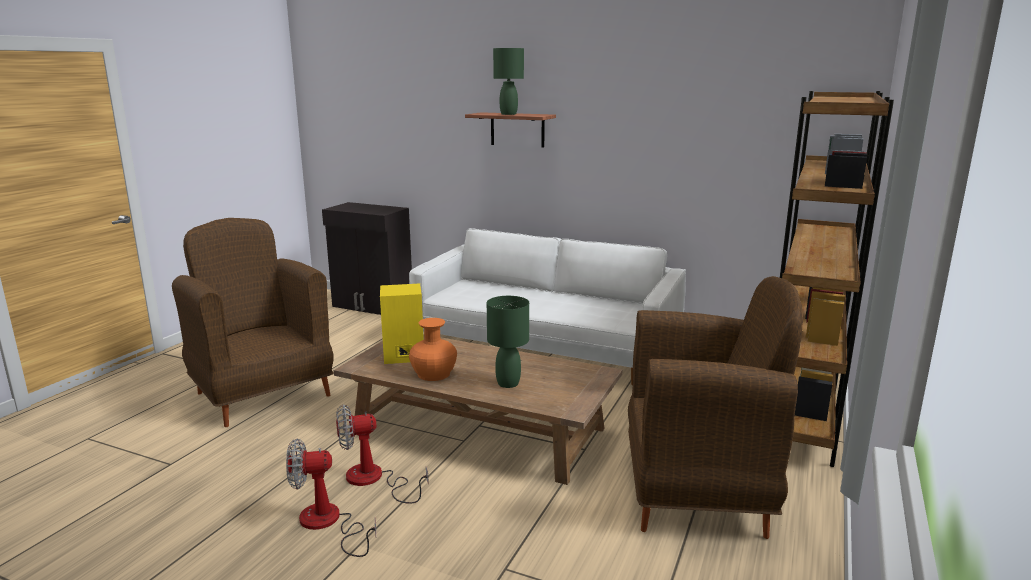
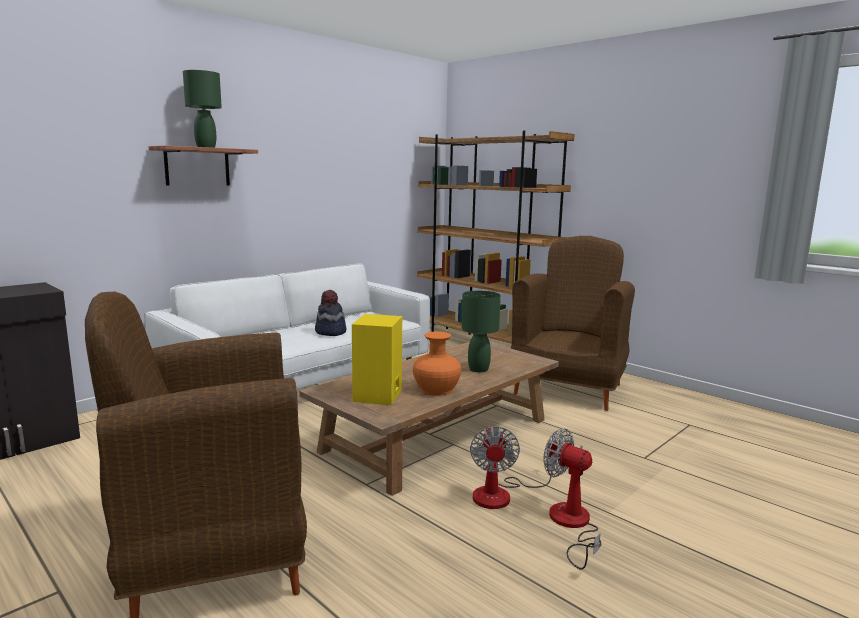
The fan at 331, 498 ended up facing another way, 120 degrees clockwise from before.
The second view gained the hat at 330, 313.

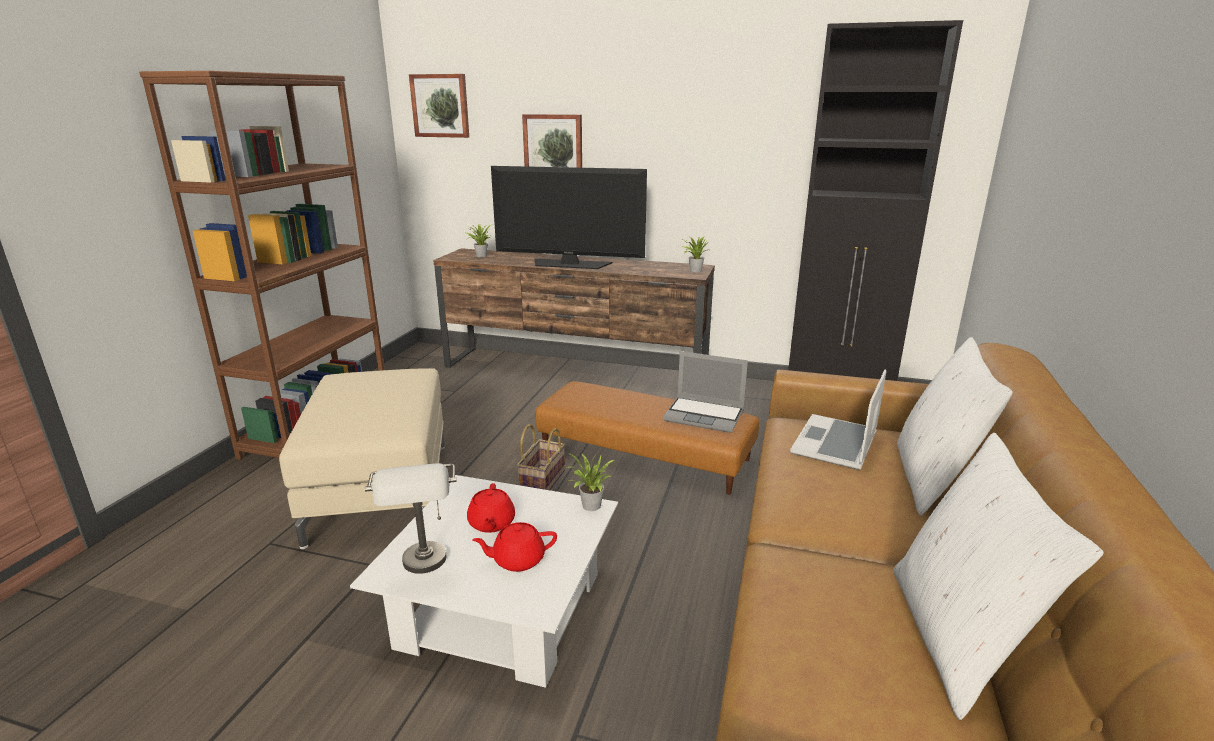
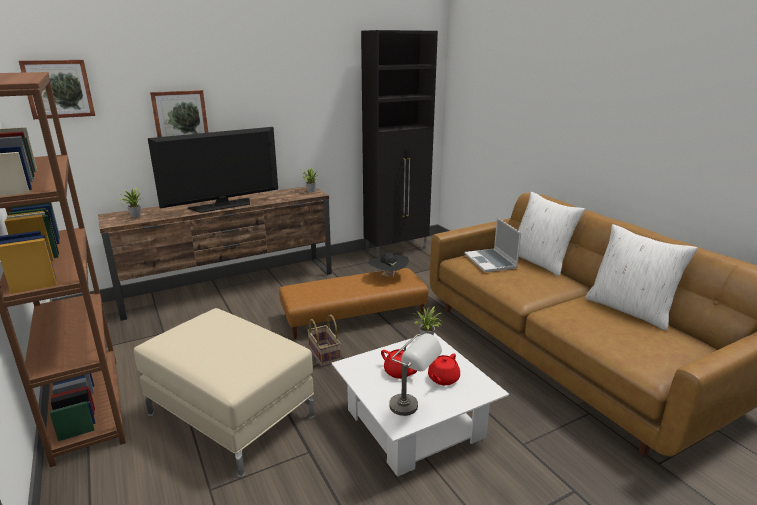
Where the laptop stood at 705, 392, the black hat came to stand at 388, 265.

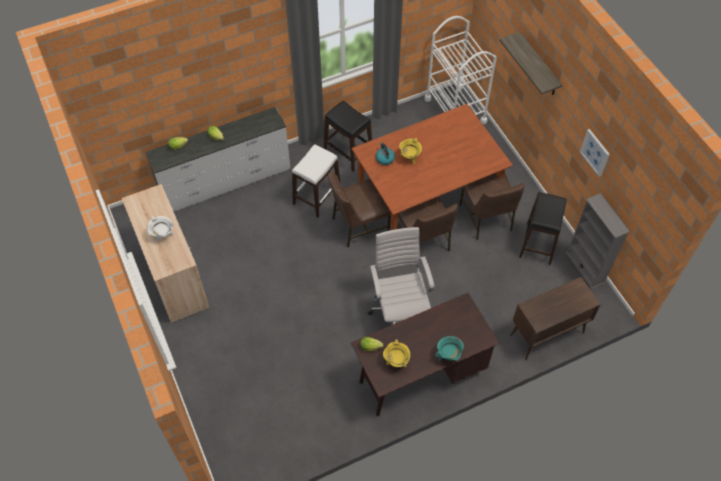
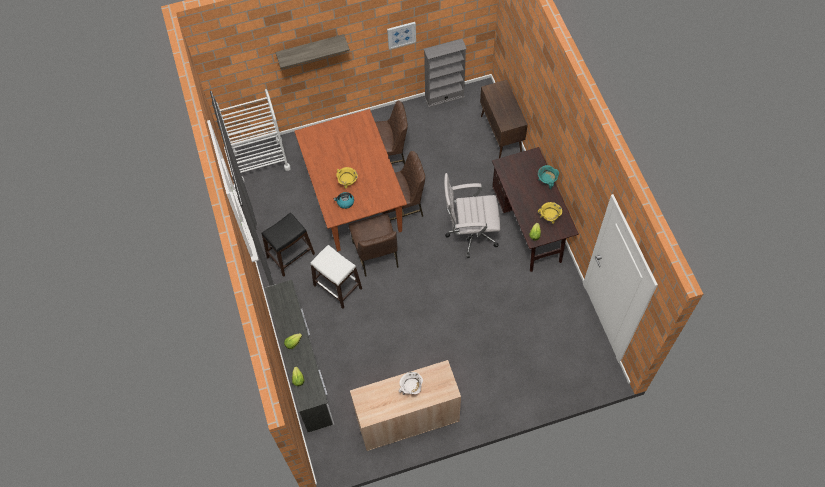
The second view lost the black stool at 543, 228.

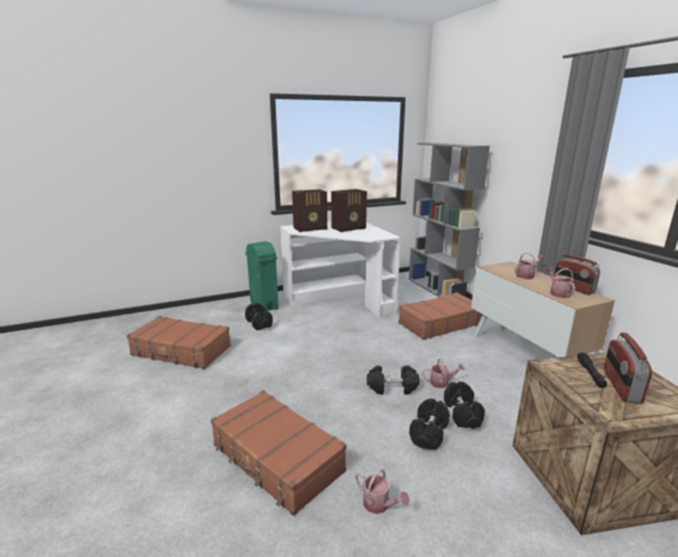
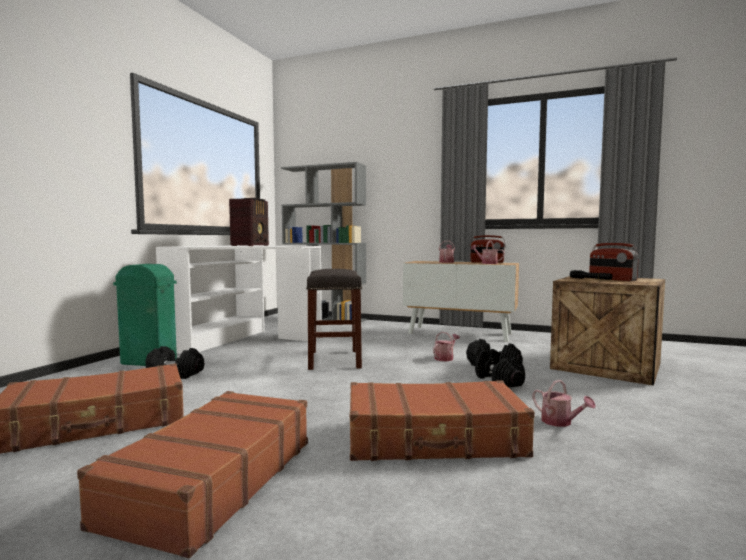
The second view lost the radio at 309, 210.
The watering can at 382, 491 ended up facing another way, 60 degrees clockwise from before.
The second view lost the black dumbbell at 393, 380.
The brown suitcase ended up elsewhere, having gone from 440, 316 to 192, 474.
The second view gained the grey stool at 334, 319.

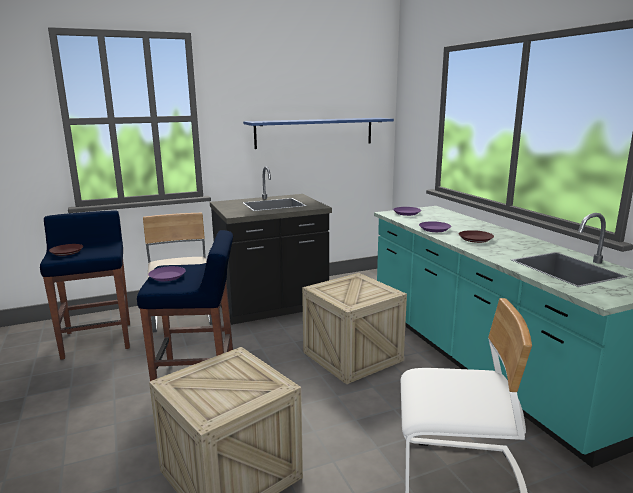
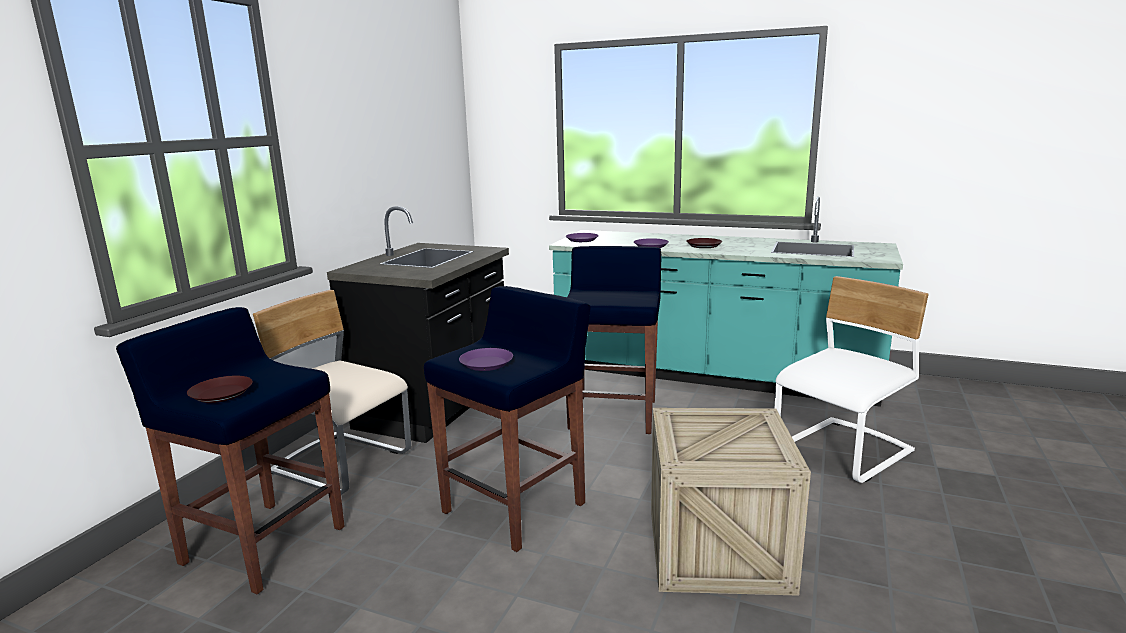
The second view lost the blue shelf at 318, 133.
Where the crate stood at 354, 328, the blue stool came to stand at 613, 340.

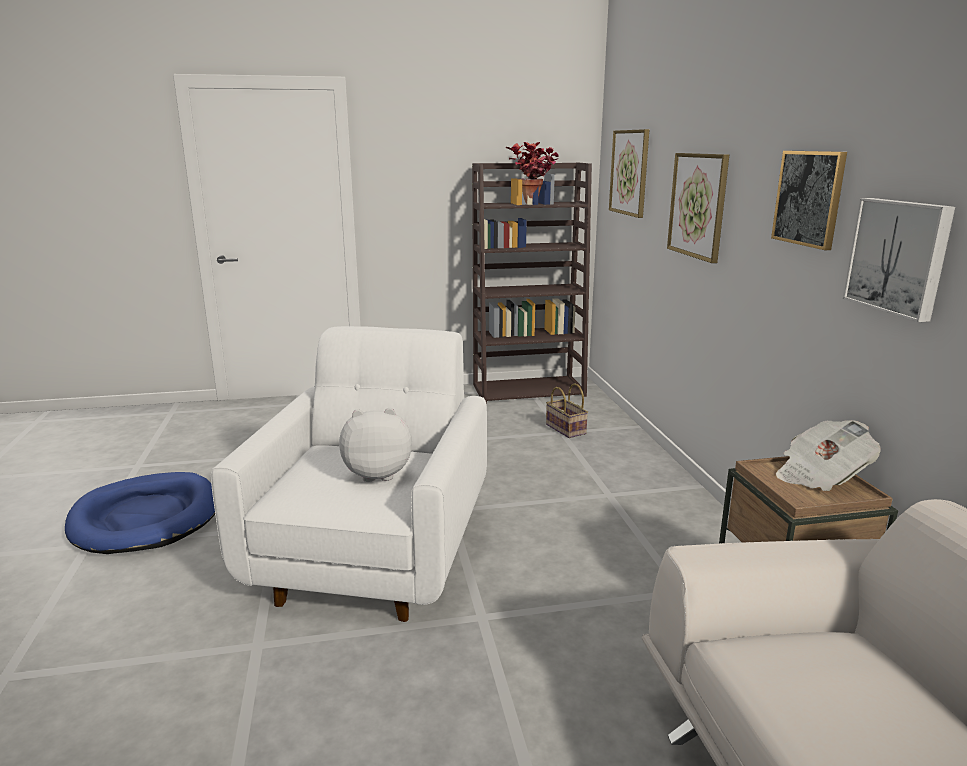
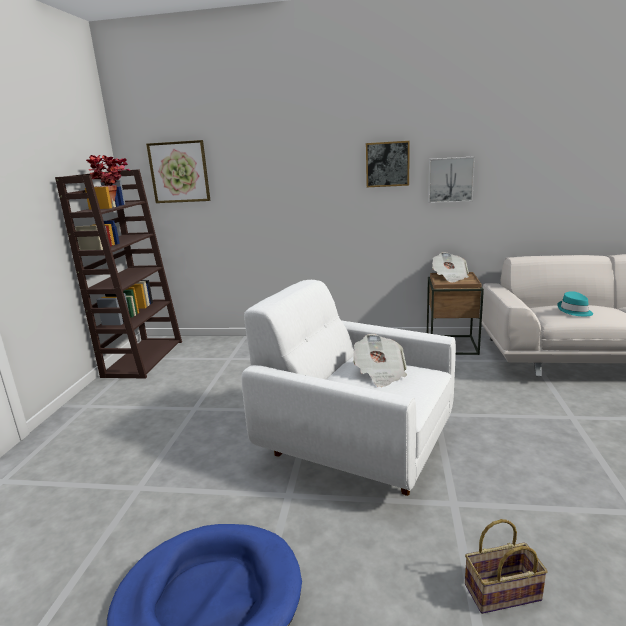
Where the plush toy stood at 375, 445, the newspaper came to stand at 380, 360.
The basket ended up elsewhere, having gone from 567, 410 to 506, 566.
The second view lost the picture at 698, 208.
The second view gained the turquoise hat at 575, 303.

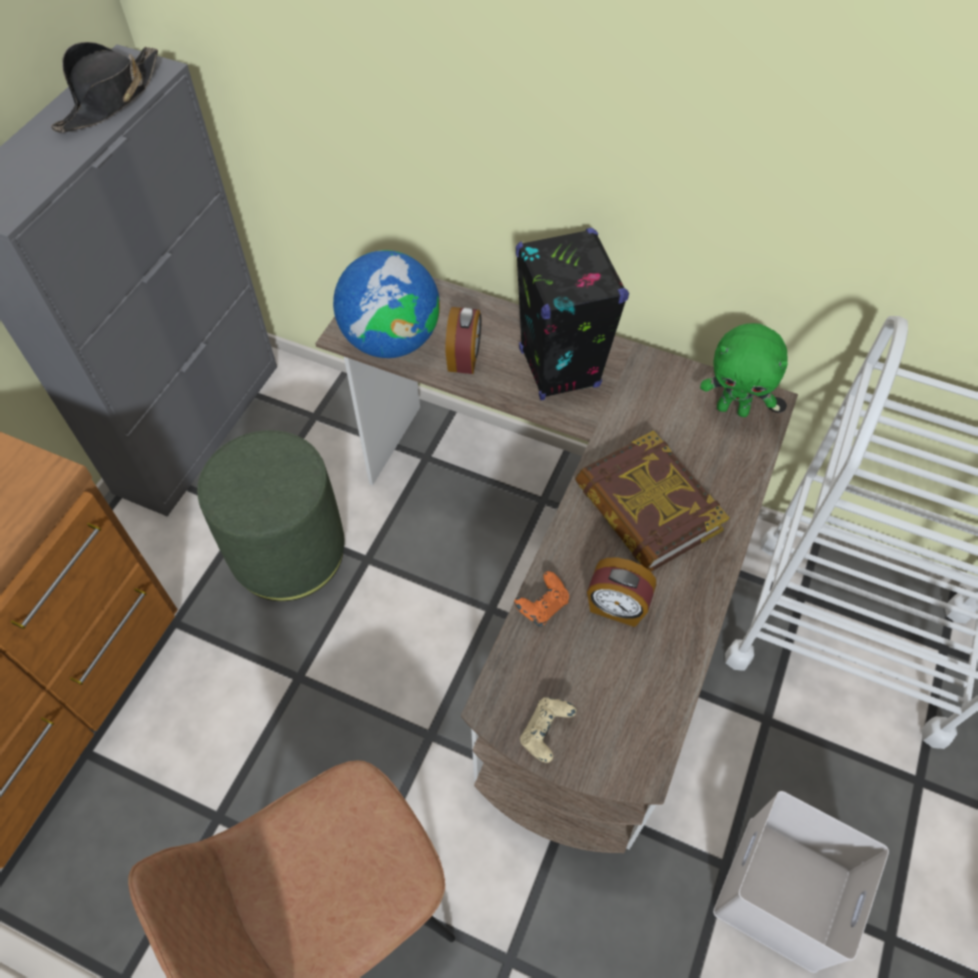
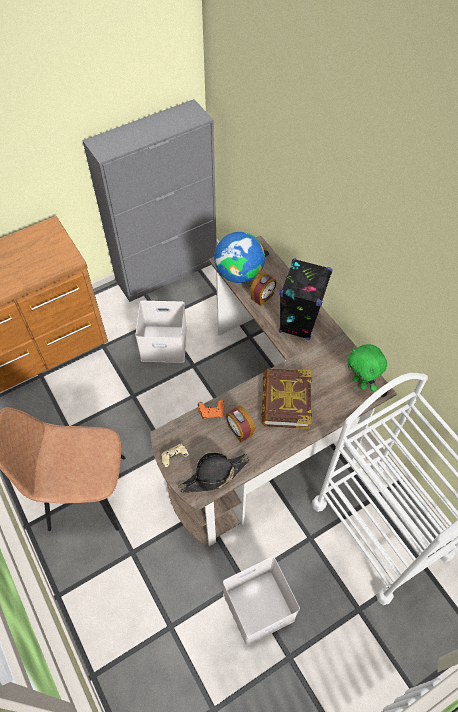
The black hat ended up elsewhere, having gone from 104, 87 to 214, 472.
Where the green ottoman stood at 270, 515, the white storage box came to stand at 161, 332.

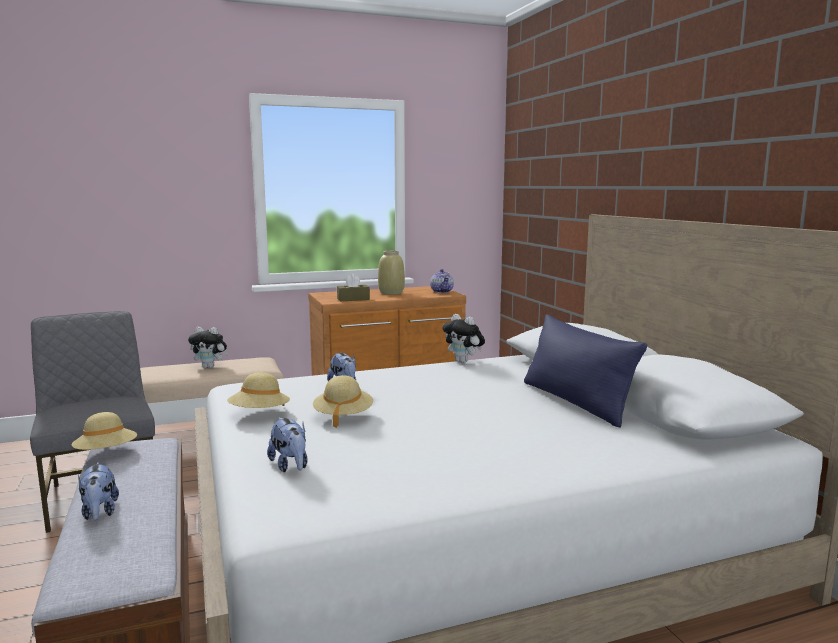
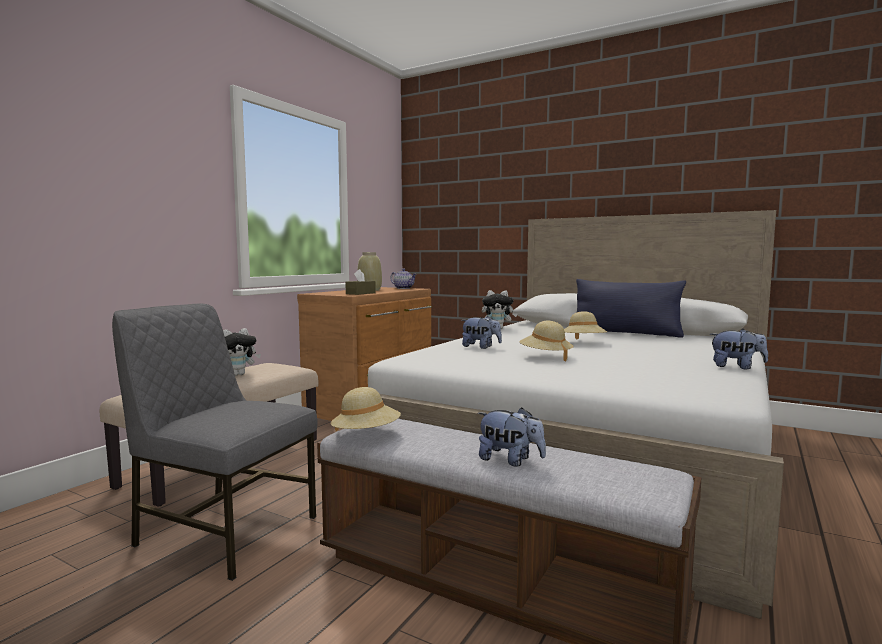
The beige hat ended up elsewhere, having gone from 258, 390 to 585, 325.
The plush toy ended up elsewhere, having gone from 287, 444 to 739, 349.

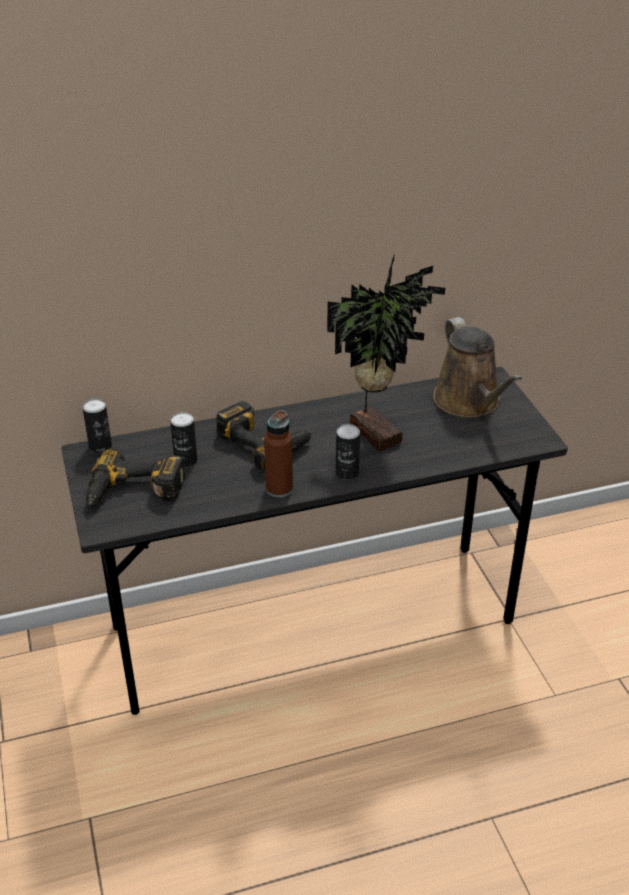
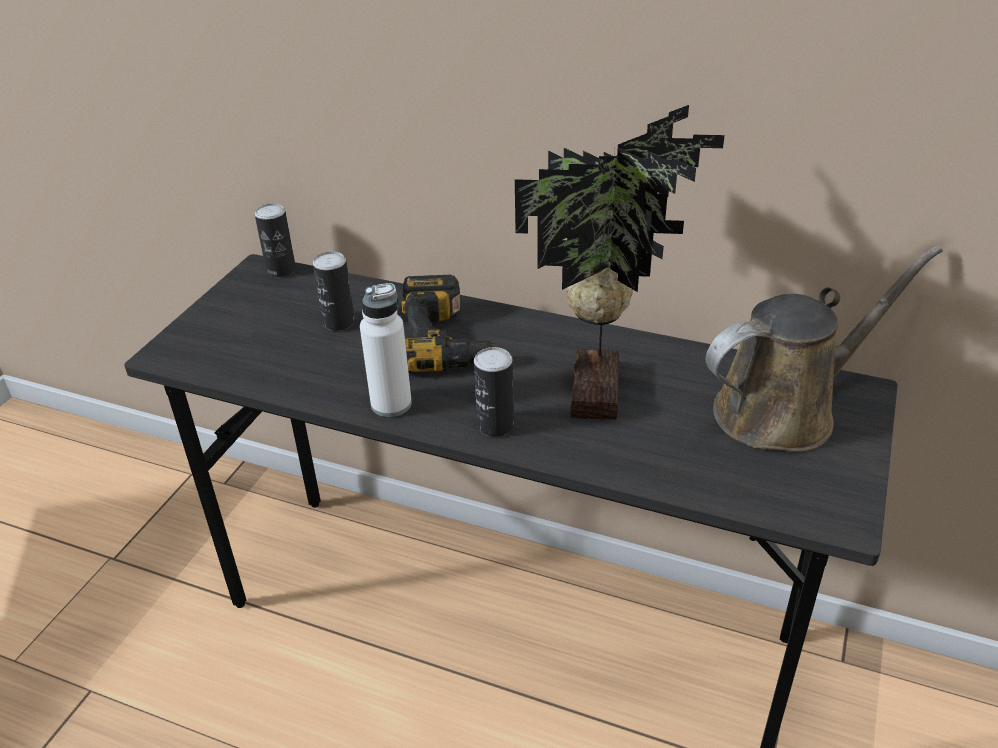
The second view lost the power drill at 135, 477.
What was the brown bottle at 278, 454 turned into the white bottle at 386, 350.
The brown watering can at 477, 367 ended up facing another way, 135 degrees counterclockwise from before.

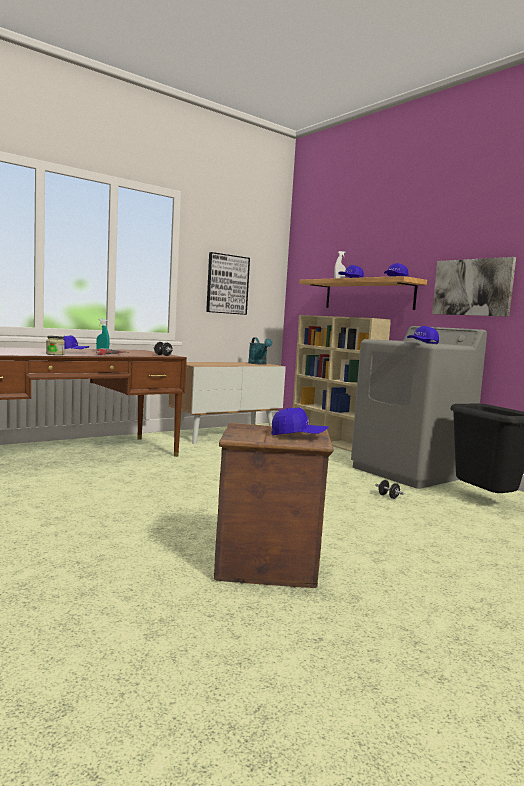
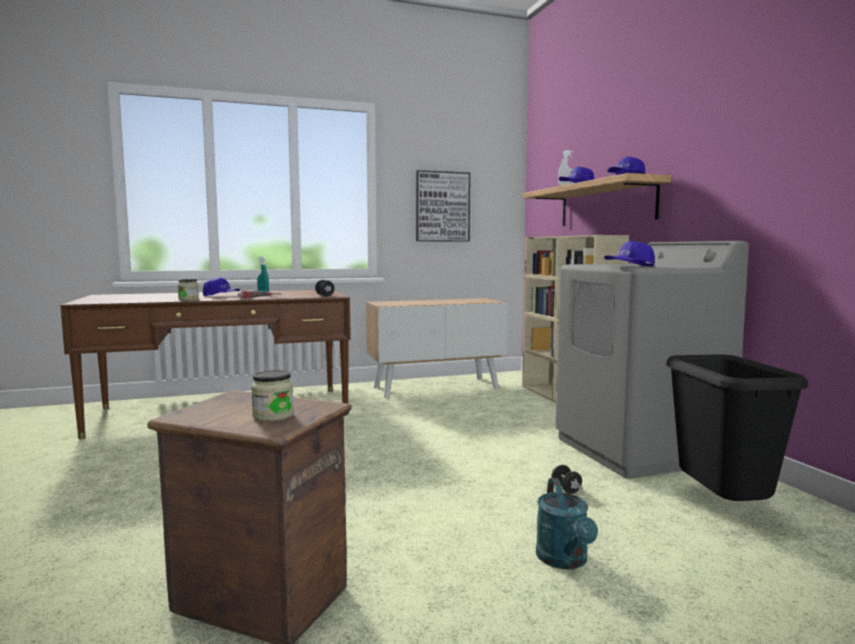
The turquoise watering can ended up elsewhere, having gone from 260, 351 to 567, 524.
Where the blue cap stood at 300, 421, the jar came to stand at 272, 395.
The second view lost the picture at 474, 287.

